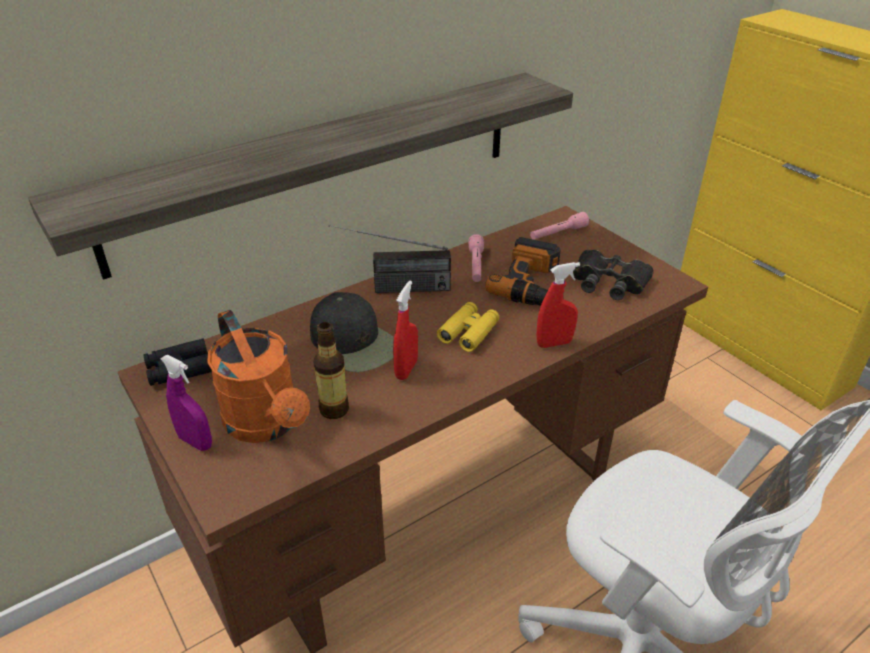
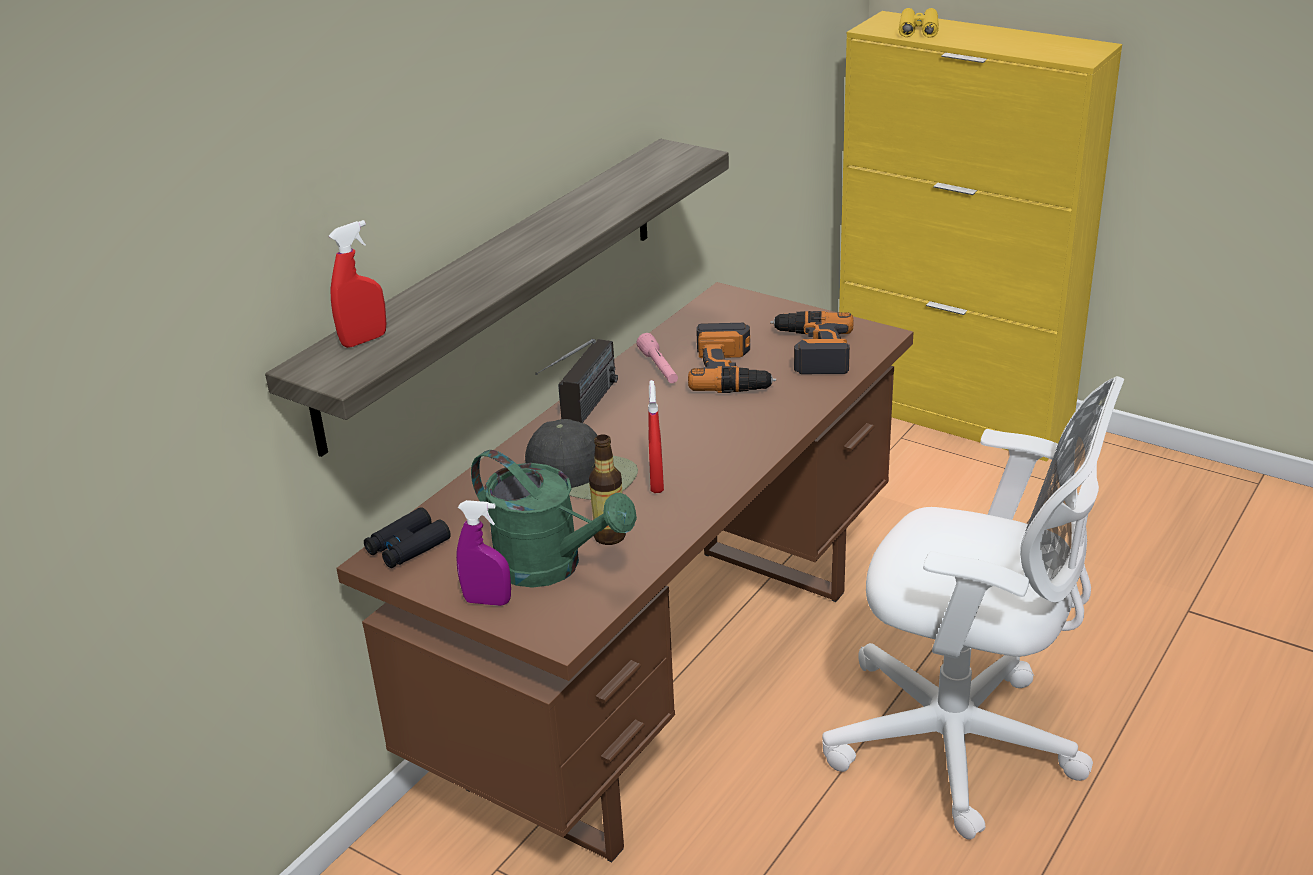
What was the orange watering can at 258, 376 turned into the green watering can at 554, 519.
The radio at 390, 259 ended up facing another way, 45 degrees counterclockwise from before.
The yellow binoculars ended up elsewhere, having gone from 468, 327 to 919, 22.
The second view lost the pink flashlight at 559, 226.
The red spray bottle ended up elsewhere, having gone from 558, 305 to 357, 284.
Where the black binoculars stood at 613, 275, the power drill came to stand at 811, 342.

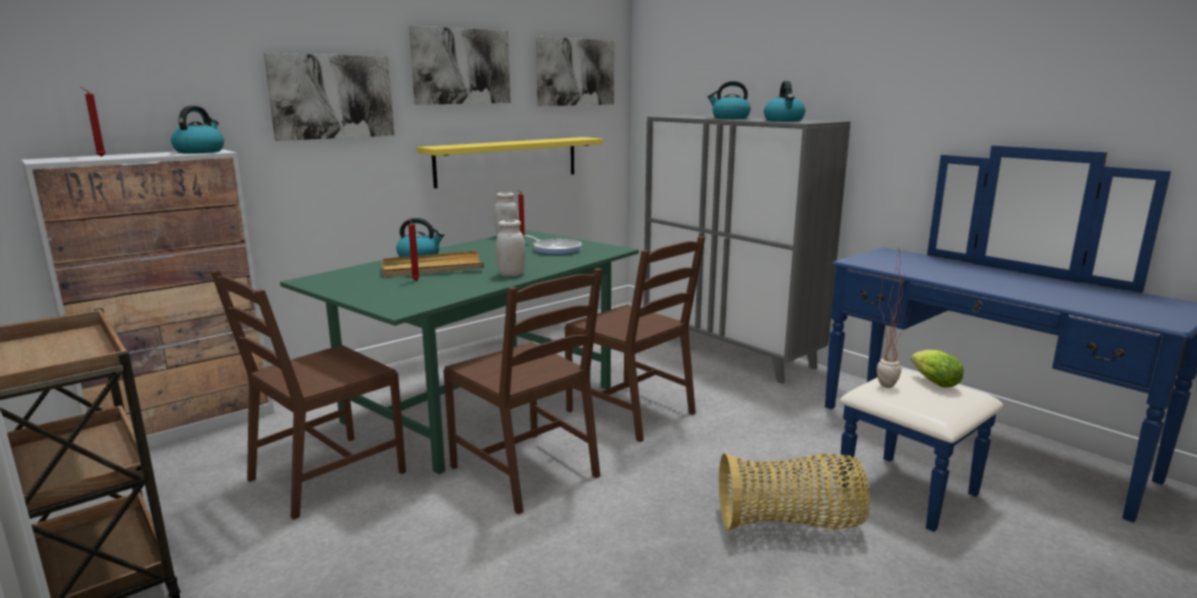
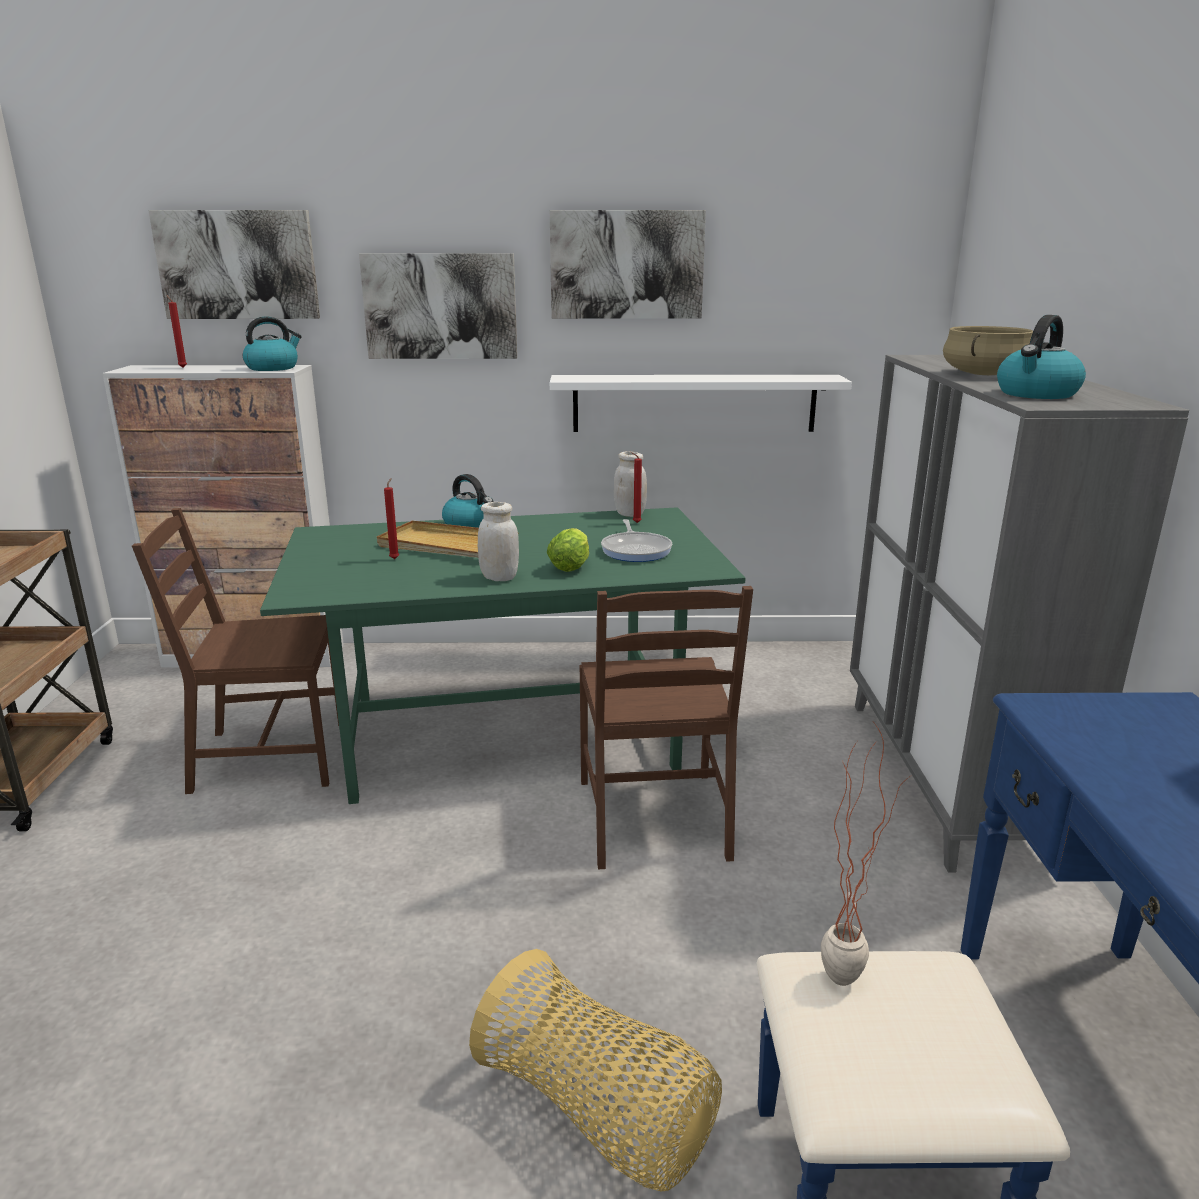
What was the yellow shelf at 510, 162 turned into the white shelf at 701, 403.
The second view lost the brown chair at 523, 391.
The picture ended up elsewhere, having gone from 575, 71 to 234, 264.
Where the kettle stood at 729, 100, the beige cooking pot came to stand at 988, 350.
The lettuce ended up elsewhere, having gone from 937, 369 to 568, 550.

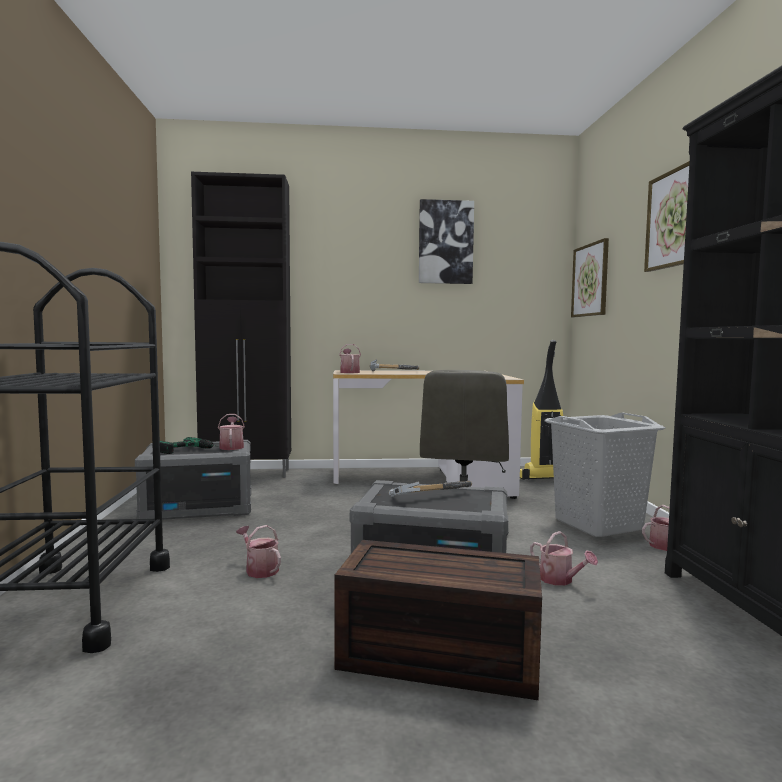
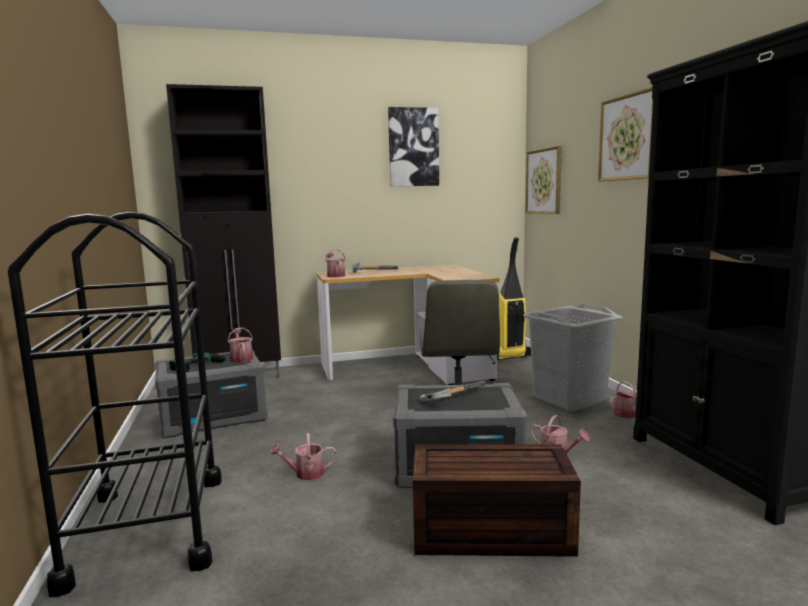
The watering can at 258, 551 ended up facing another way, 45 degrees counterclockwise from before.

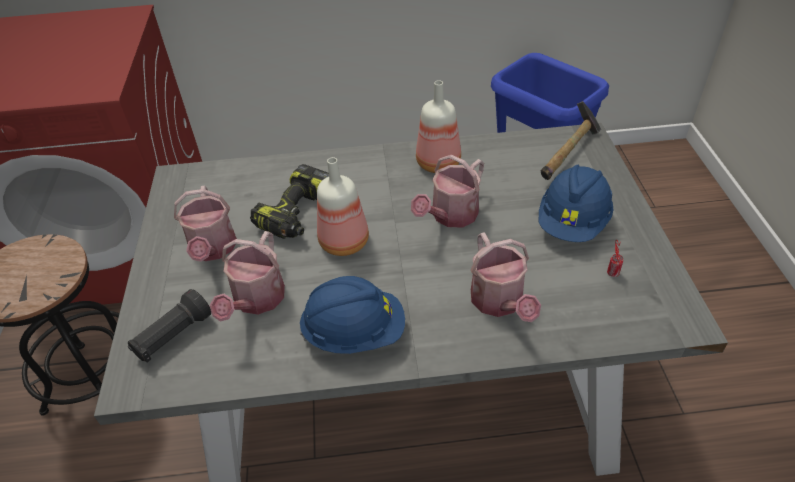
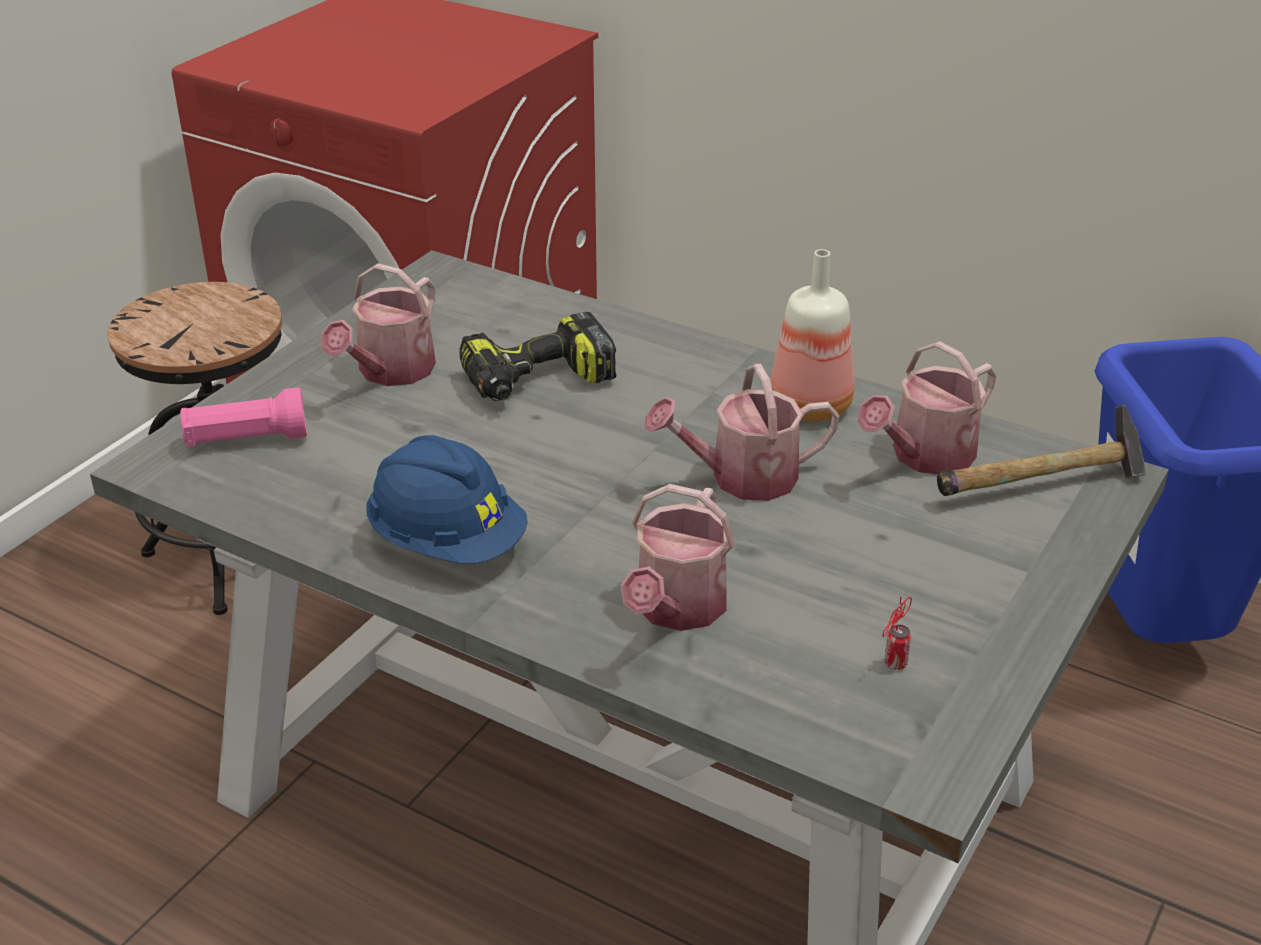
What was the black flashlight at 169, 325 turned into the pink flashlight at 243, 417.
The watering can ended up elsewhere, having gone from 247, 276 to 927, 408.
The second view lost the bottle at 343, 206.
The second view lost the blue hard hat at 576, 203.

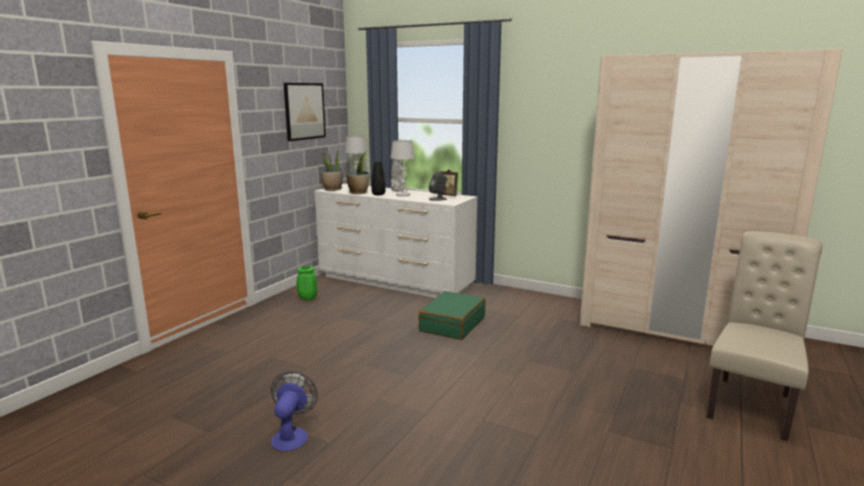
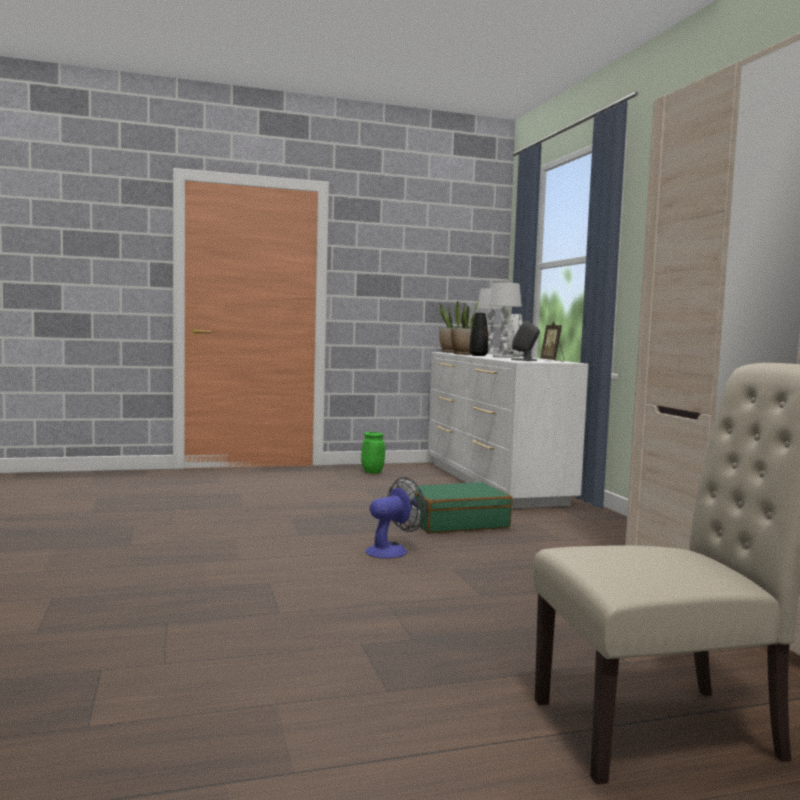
The fan ended up elsewhere, having gone from 294, 411 to 395, 517.
The second view lost the picture at 305, 112.

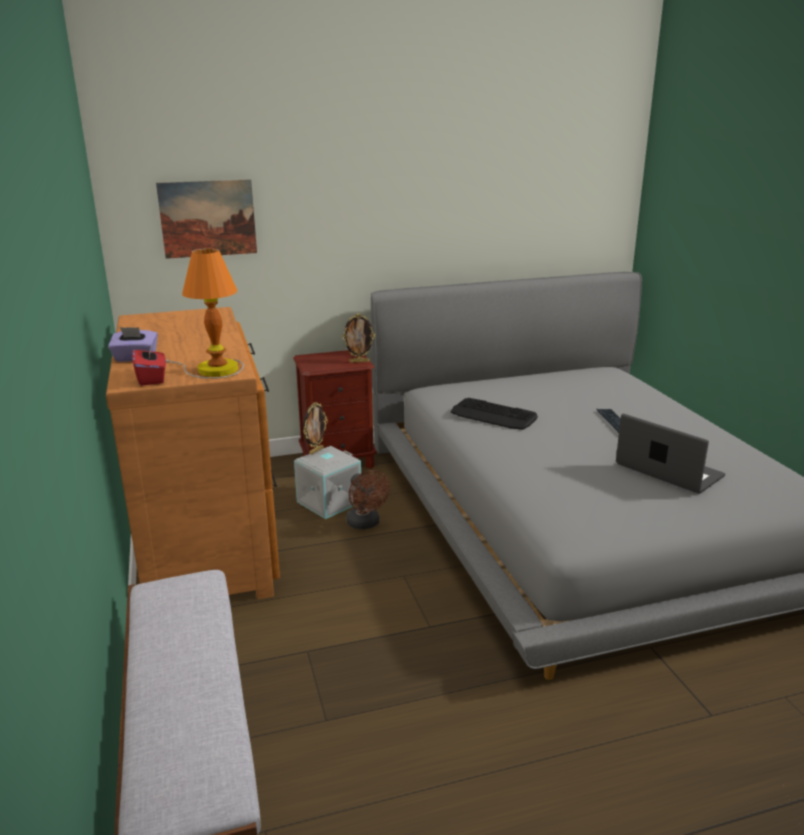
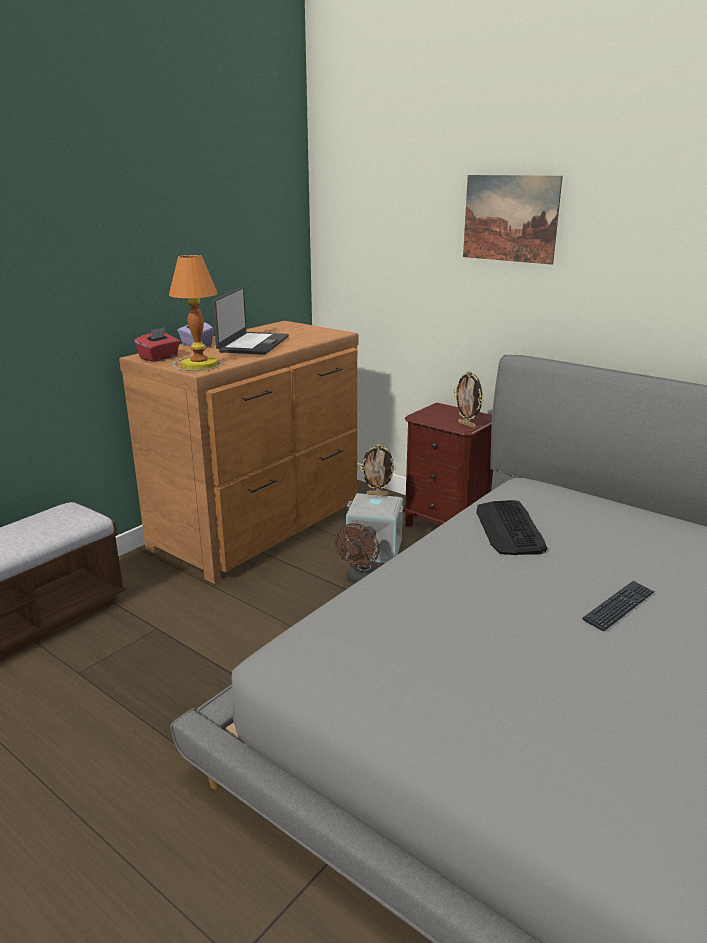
The picture ended up elsewhere, having gone from 206, 219 to 513, 220.
The laptop ended up elsewhere, having gone from 670, 454 to 250, 321.

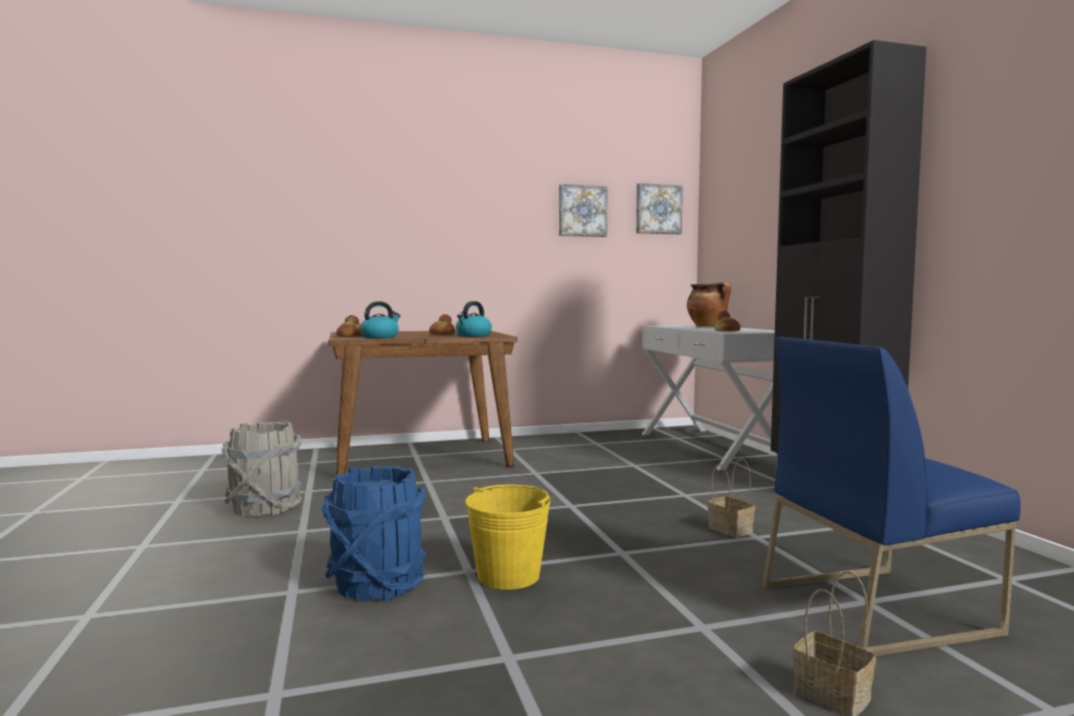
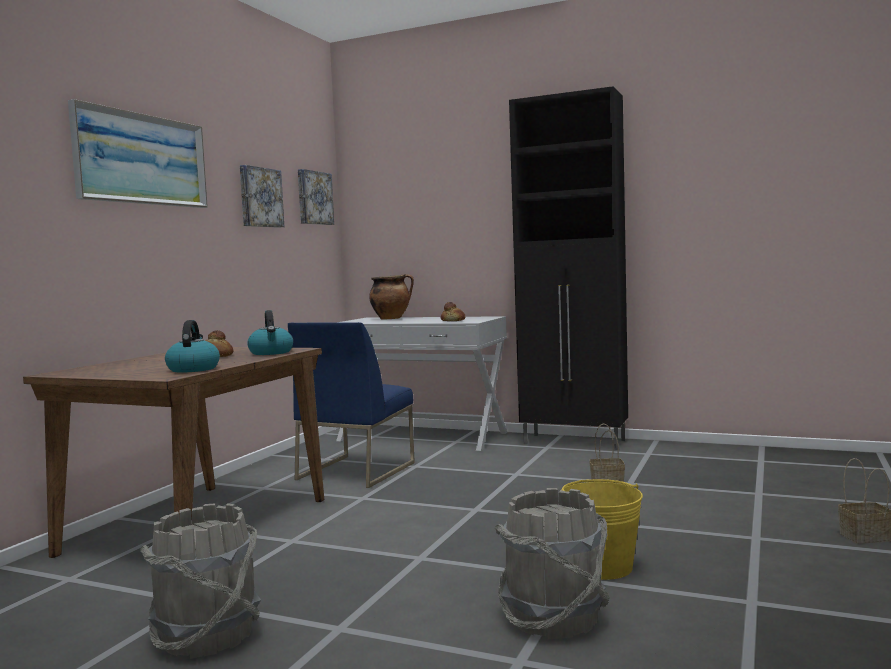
What was the blue bucket at 374, 533 turned into the grey bucket at 552, 564.
The second view lost the bread at 349, 326.
The blue chair ended up elsewhere, having gone from 892, 497 to 351, 405.
The second view gained the picture at 138, 153.

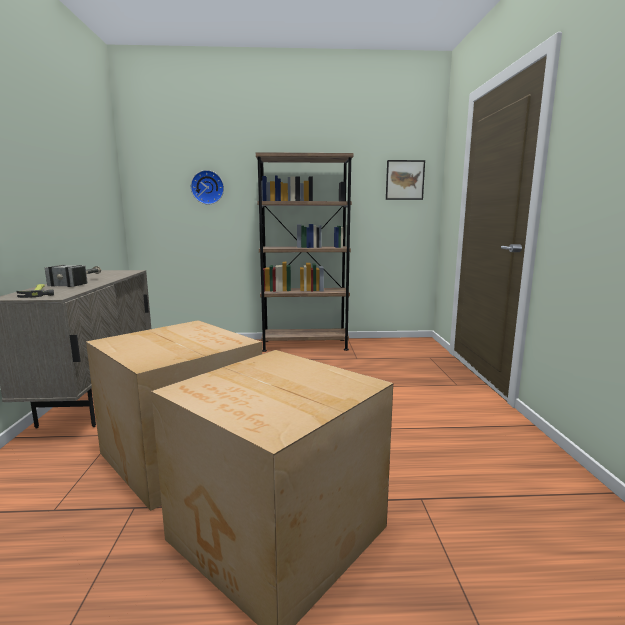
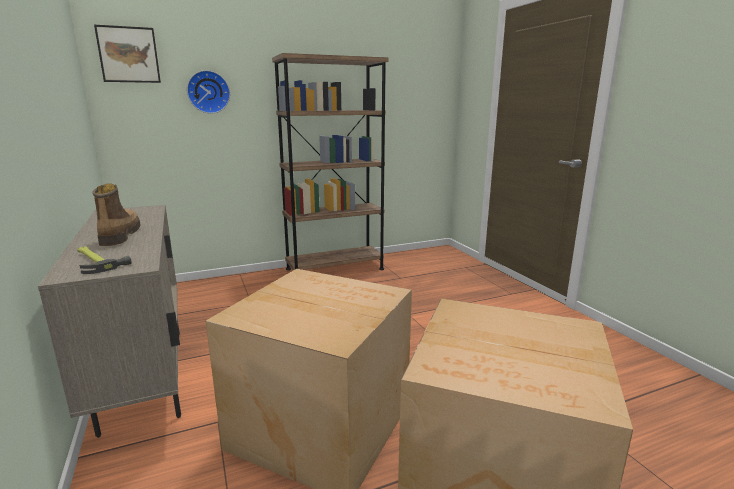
Where the hammer stood at 73, 276, the boot came to stand at 116, 214.
The picture ended up elsewhere, having gone from 405, 180 to 127, 54.

